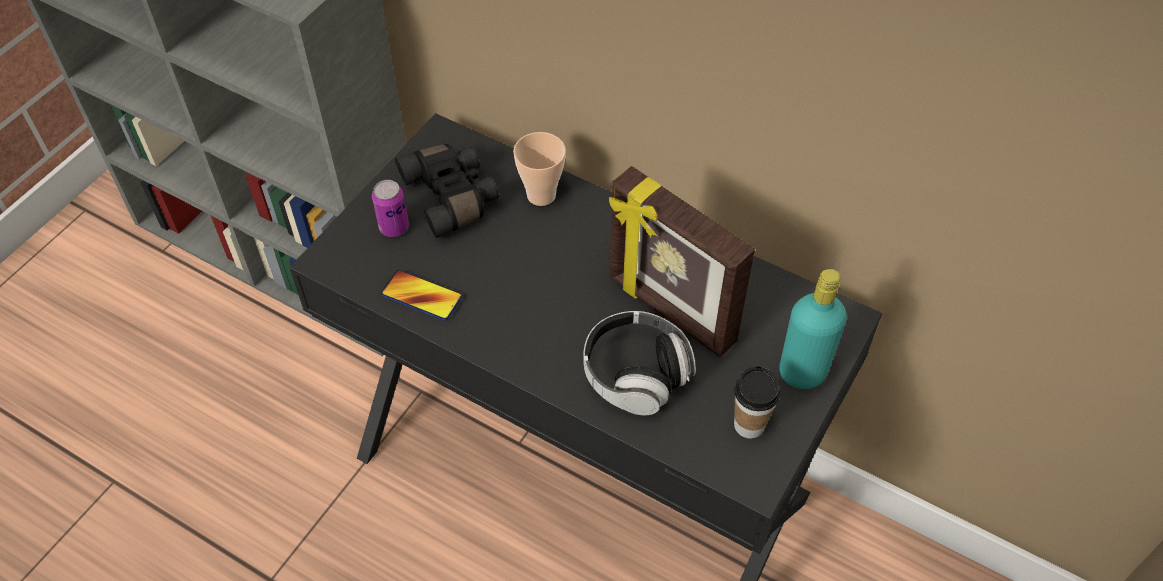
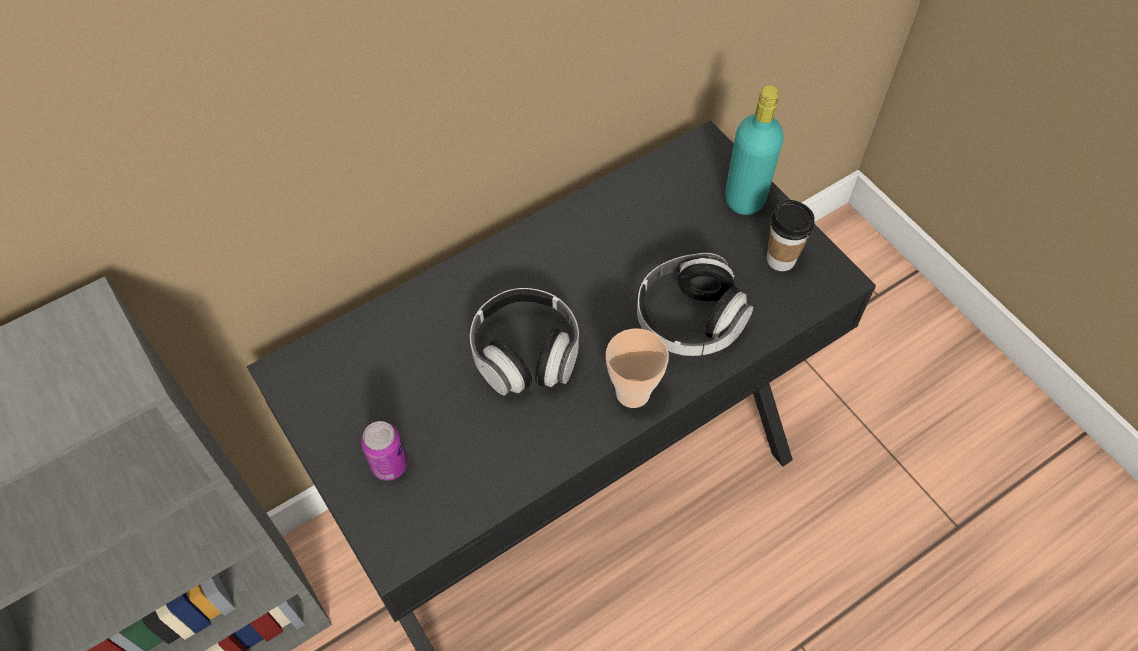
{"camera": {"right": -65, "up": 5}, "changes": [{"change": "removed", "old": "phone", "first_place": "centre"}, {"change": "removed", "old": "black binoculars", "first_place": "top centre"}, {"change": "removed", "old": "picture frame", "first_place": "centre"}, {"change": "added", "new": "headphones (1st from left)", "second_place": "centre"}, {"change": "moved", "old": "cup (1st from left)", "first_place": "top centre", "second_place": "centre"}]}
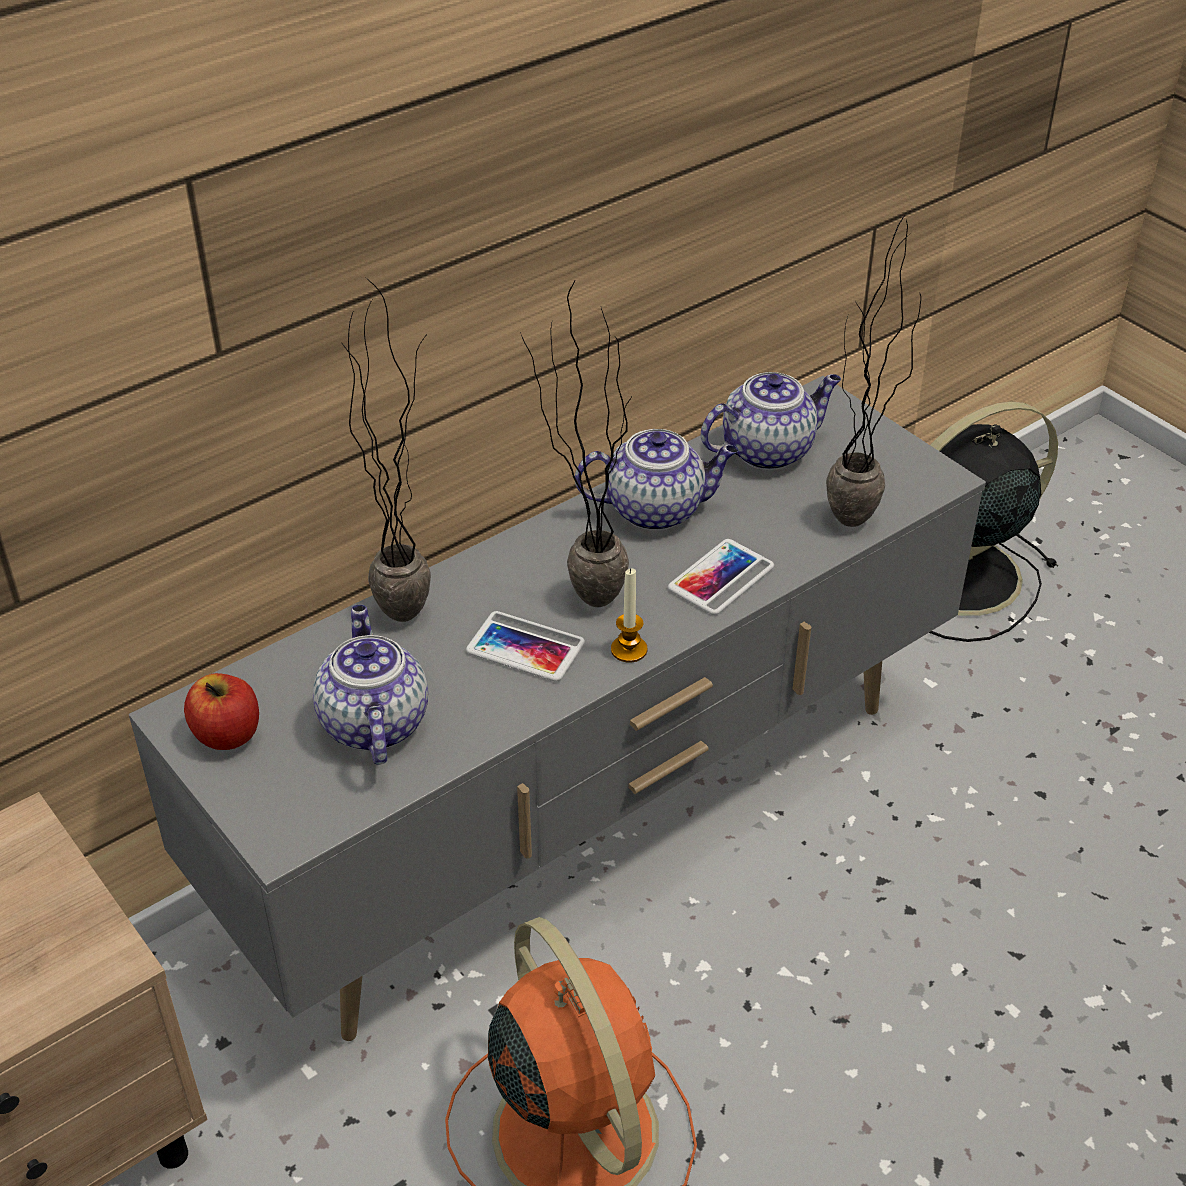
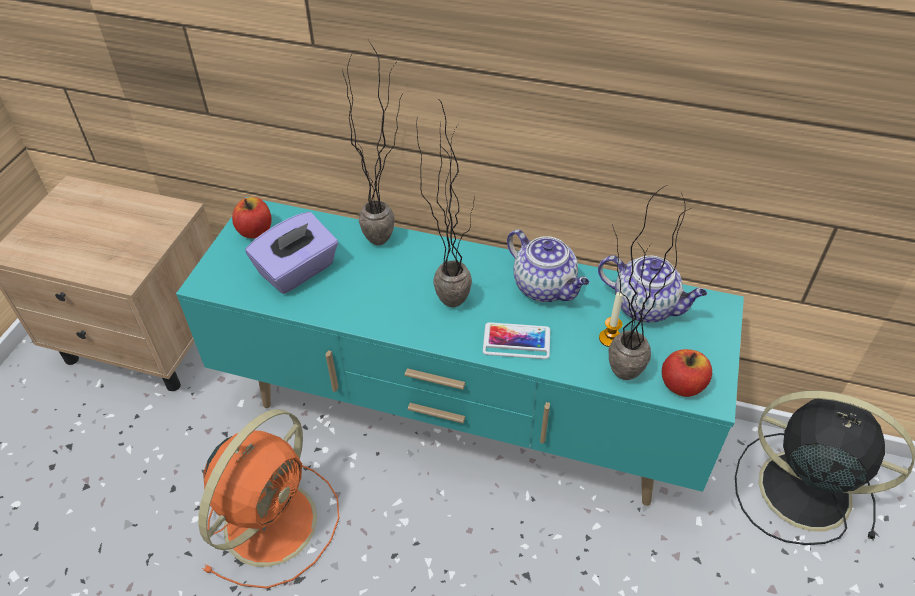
{"camera": {"right": 55, "up": 5}, "changes": [{"change": "removed", "old": "phone (1st from left)", "first_place": "centre"}, {"change": "added", "new": "apple (2nd from left)", "second_place": "middle right"}, {"change": "moved", "old": "candle", "first_place": "centre", "second_place": "middle right"}, {"change": "replaced", "old": "teapot (1st from left)", "new": "purple tissue box", "first_place": "middle left", "second_place": "middle left"}, {"change": "recoloured", "old": "grey tv stand", "new": "turquoise tv stand", "first_place": "centre", "second_place": "centre"}]}
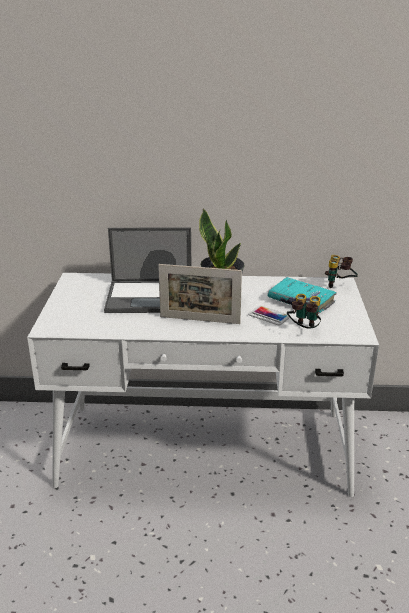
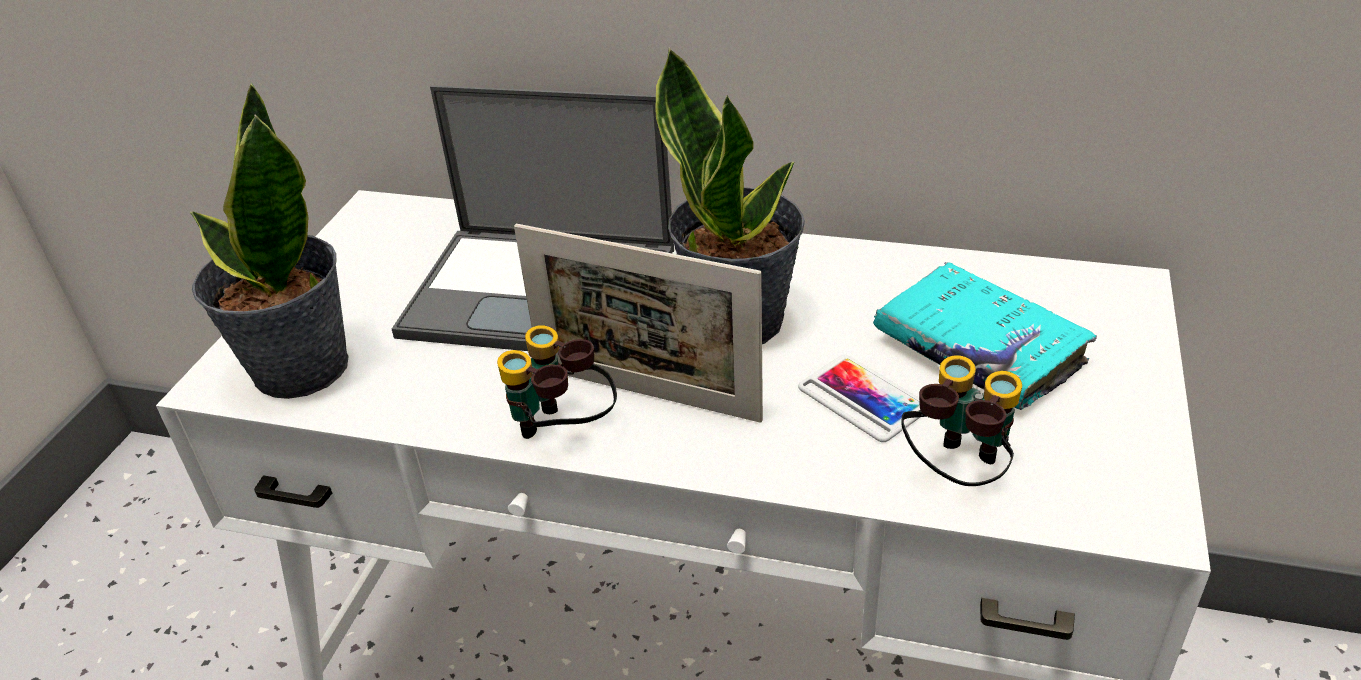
{"camera": {"right": 15, "up": 10}, "changes": [{"change": "added", "new": "potted plant (1st from left)", "second_place": "middle left"}, {"change": "moved", "old": "binoculars (2nd from left in the first image)", "new": "binoculars (1st from left)", "first_place": "middle right", "second_place": "centre"}]}
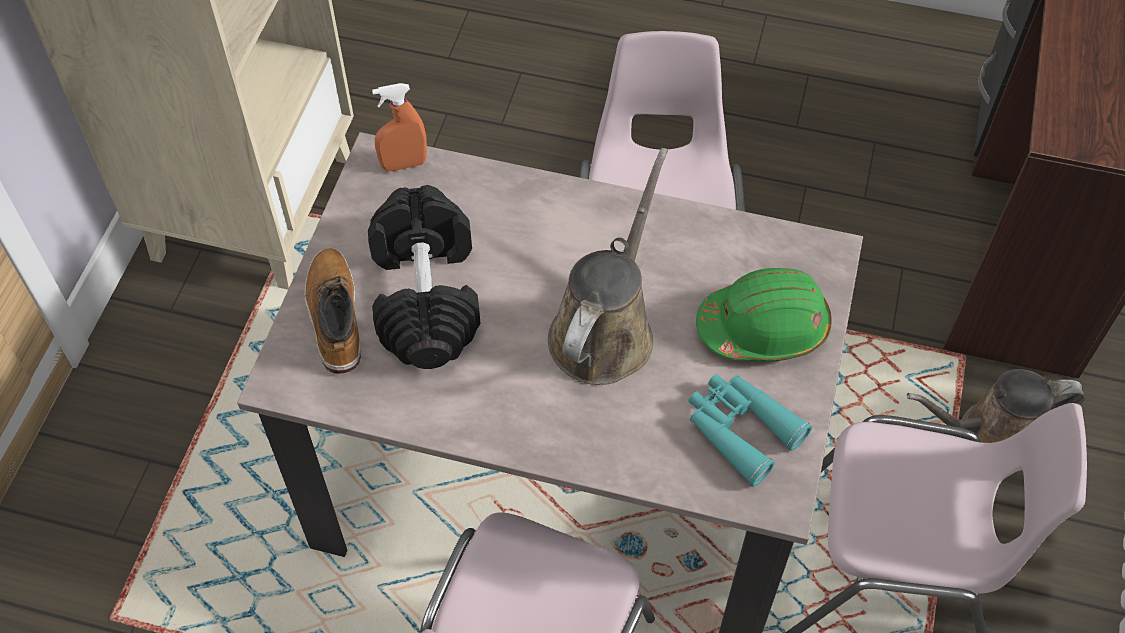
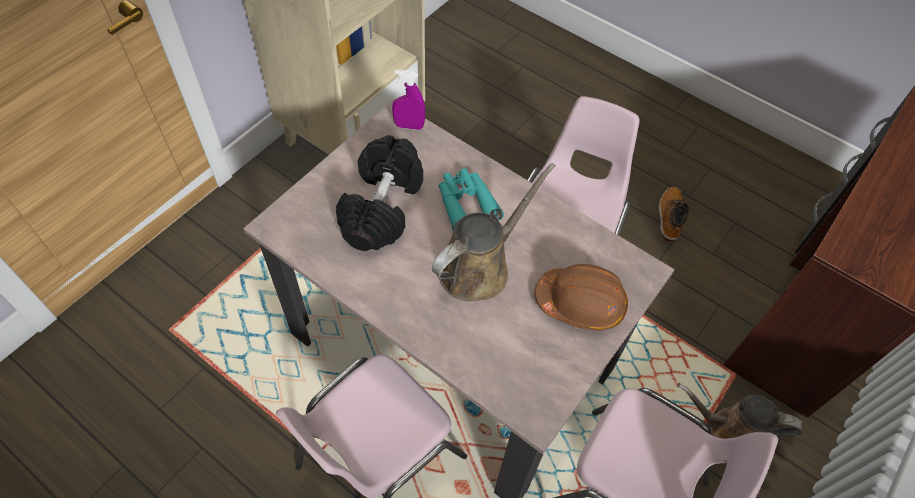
{"camera": {"right": 20, "up": 0}, "changes": [{"change": "moved", "old": "boot", "first_place": "middle left", "second_place": "middle right"}, {"change": "moved", "old": "turquoise binoculars", "first_place": "bottom right", "second_place": "centre"}, {"change": "recoloured", "old": "orange spray bottle", "new": "purple spray bottle", "first_place": "top centre", "second_place": "top centre"}, {"change": "recoloured", "old": "green hard hat", "new": "brown hard hat", "first_place": "middle right", "second_place": "centre"}]}
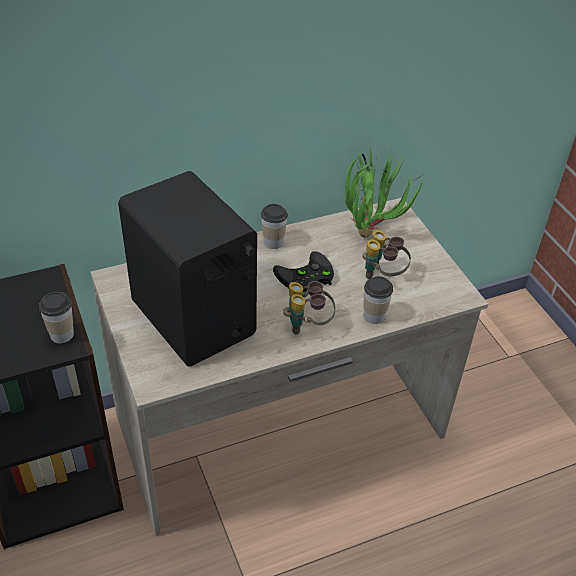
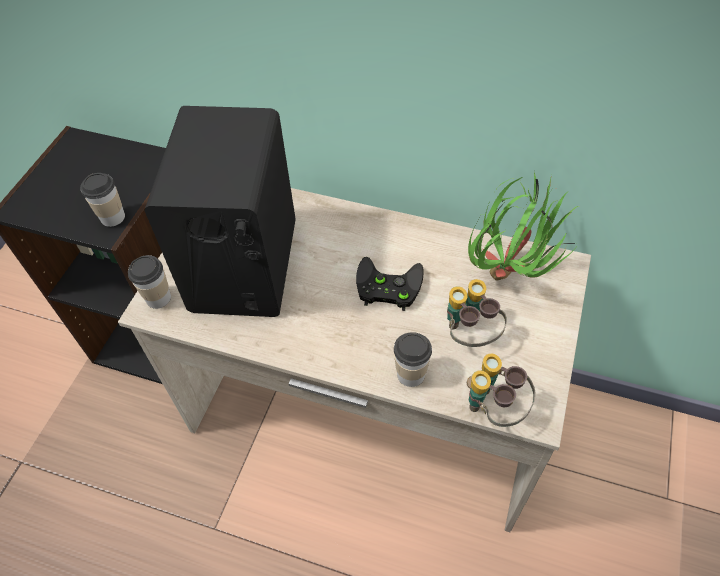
{"camera": {"right": 45, "up": 10}, "changes": [{"change": "moved", "old": "cup (2nd from left)", "first_place": "centre", "second_place": "middle left"}, {"change": "moved", "old": "binoculars (1st from left in the first image)", "new": "binoculars (2nd from left)", "first_place": "centre", "second_place": "bottom right"}]}
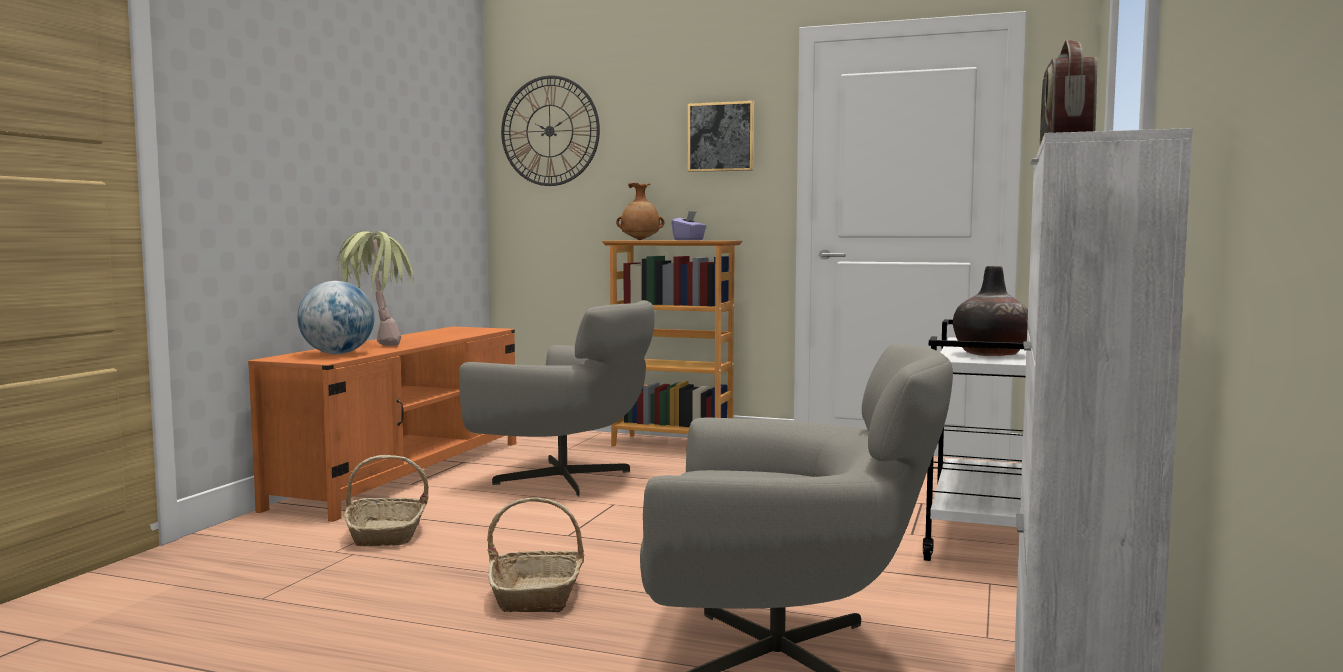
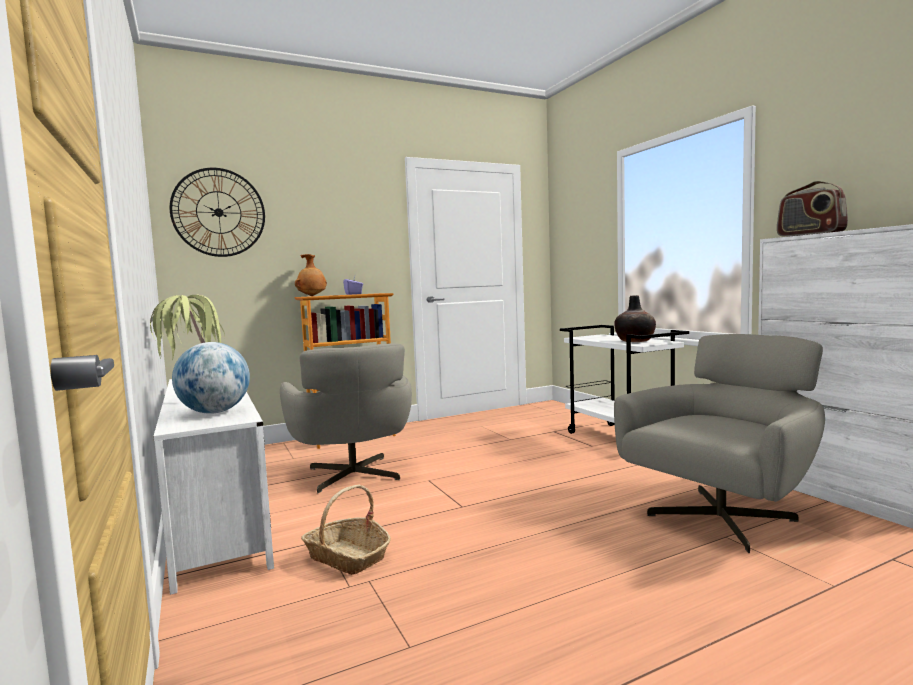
{"camera": {"right": -45, "up": 0}, "changes": [{"change": "removed", "old": "basket (2nd from left)", "first_place": "bottom centre"}, {"change": "removed", "old": "picture", "first_place": "top centre"}, {"change": "recoloured", "old": "orange tv stand", "new": "white tv stand", "first_place": "middle left", "second_place": "bottom left"}, {"change": "turned", "old": "grey armchair (1st from left)", "first_place": "centre", "second_place": "centre", "degrees": 90}]}
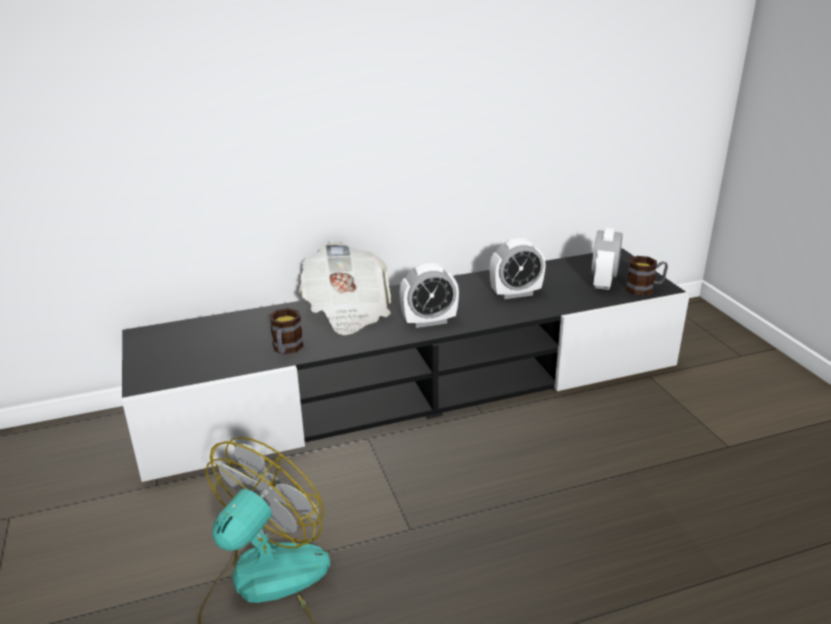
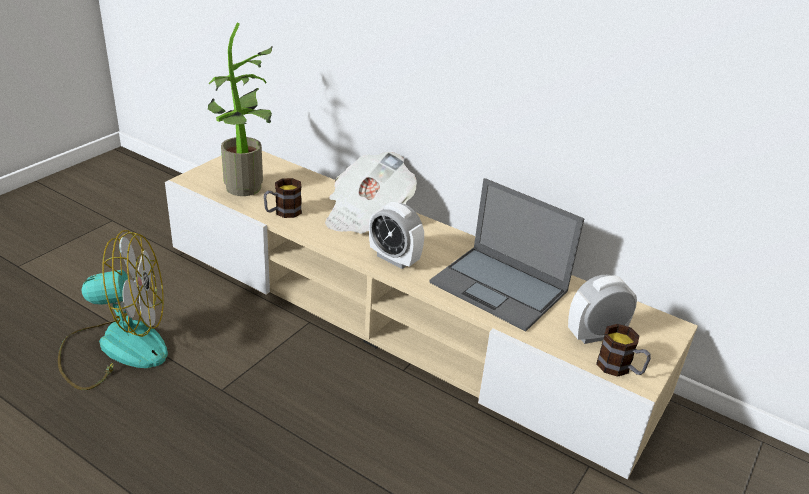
{"camera": {"right": 50, "up": 5}, "changes": [{"change": "added", "new": "potted plant", "second_place": "top left"}, {"change": "replaced", "old": "alarm clock (2nd from left)", "new": "laptop", "first_place": "centre", "second_place": "centre"}, {"change": "recoloured", "old": "black tv stand", "new": "beige tv stand", "first_place": "centre", "second_place": "centre"}]}
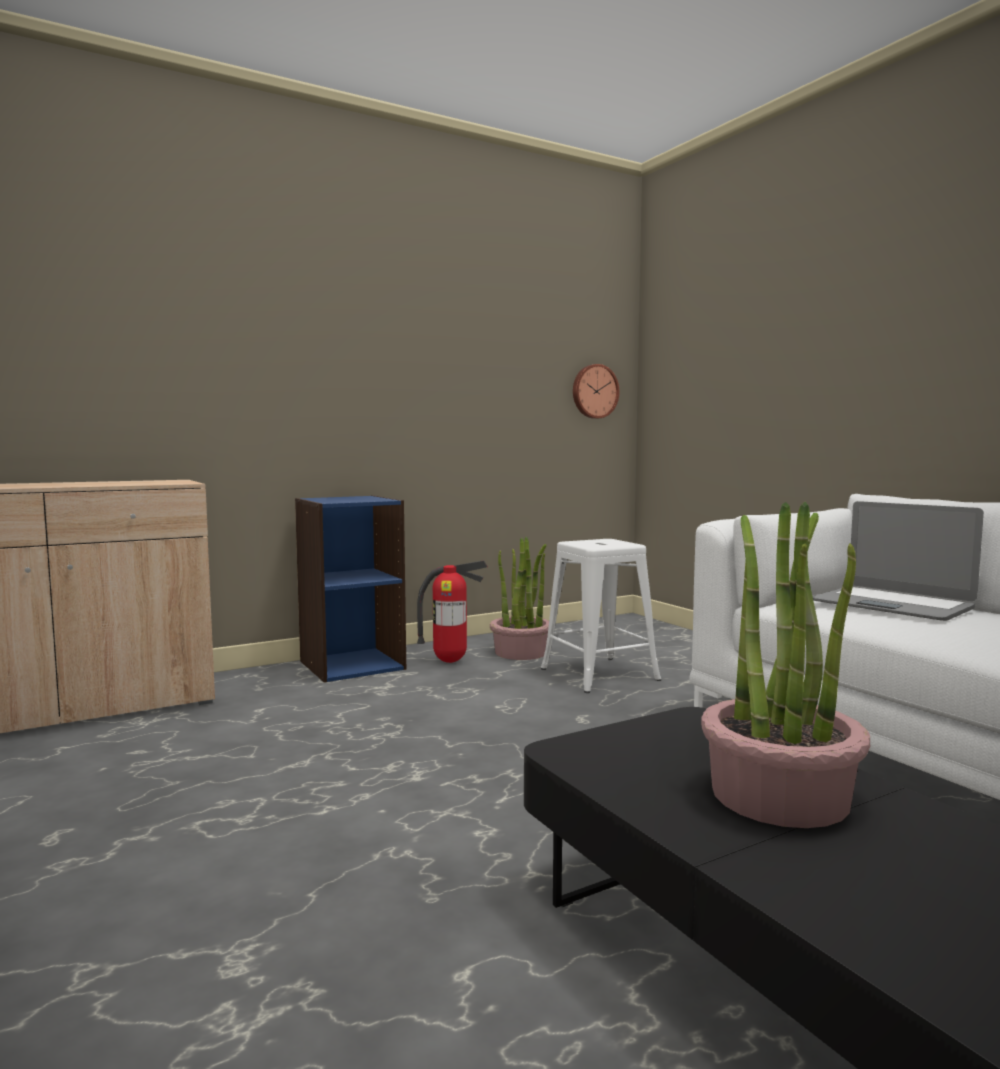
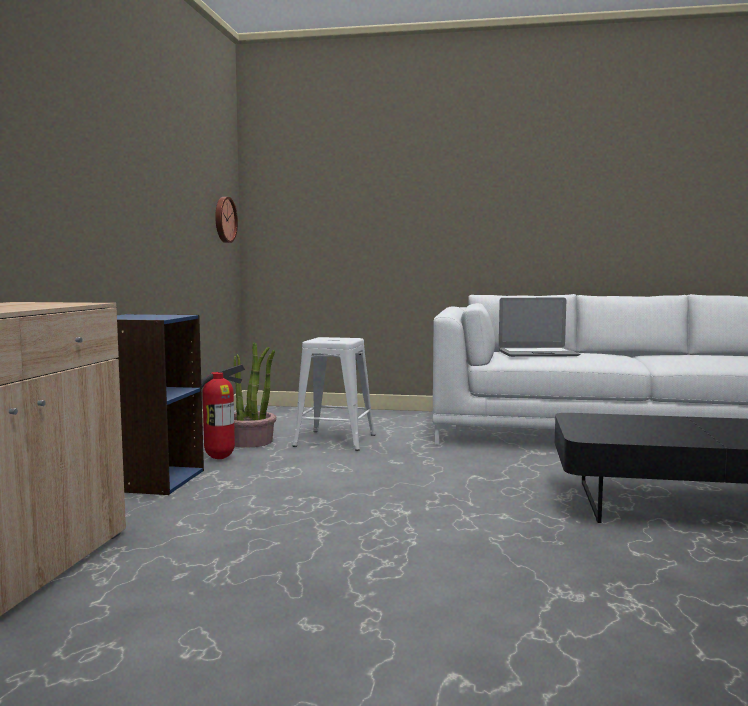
{"camera": {"right": -50, "up": 0}, "changes": [{"change": "removed", "old": "potted plant (2nd from left)", "first_place": "middle right"}]}
